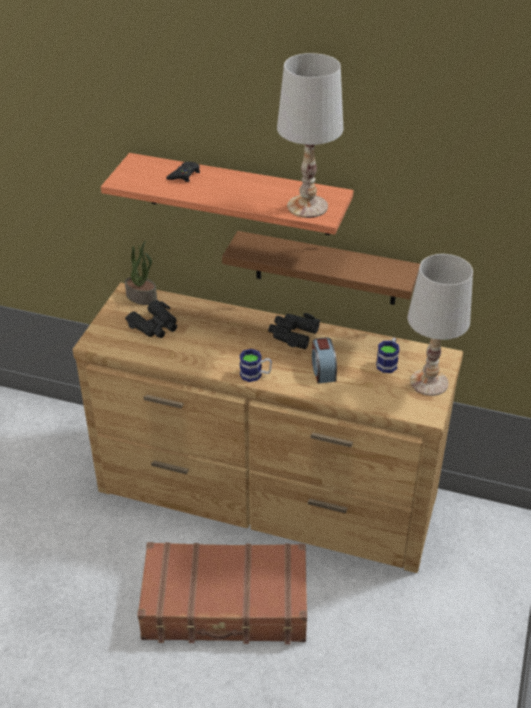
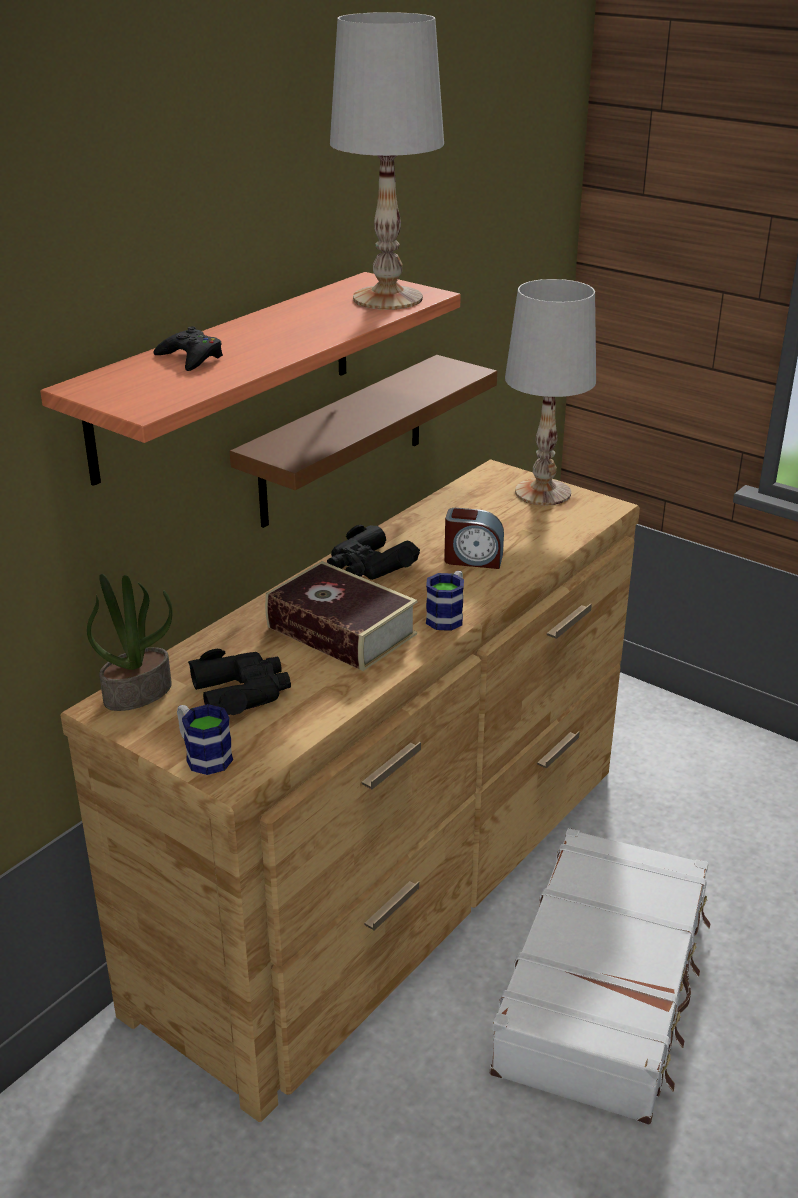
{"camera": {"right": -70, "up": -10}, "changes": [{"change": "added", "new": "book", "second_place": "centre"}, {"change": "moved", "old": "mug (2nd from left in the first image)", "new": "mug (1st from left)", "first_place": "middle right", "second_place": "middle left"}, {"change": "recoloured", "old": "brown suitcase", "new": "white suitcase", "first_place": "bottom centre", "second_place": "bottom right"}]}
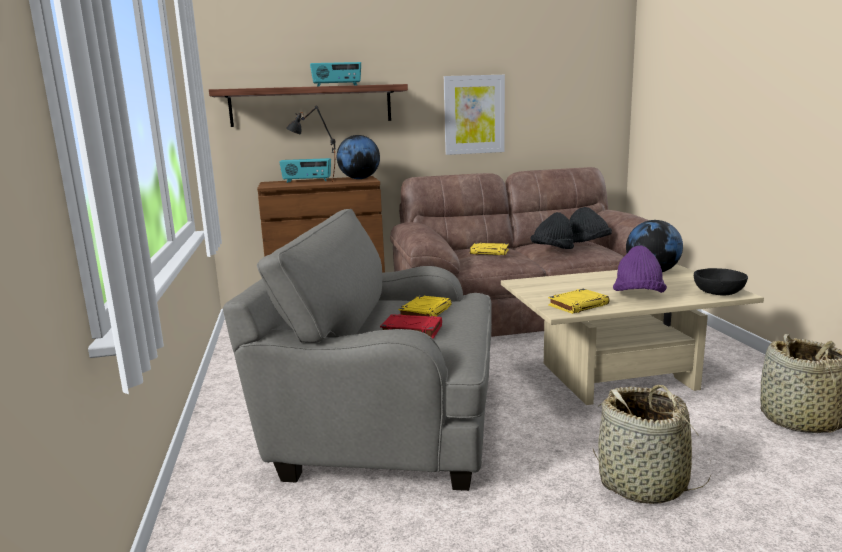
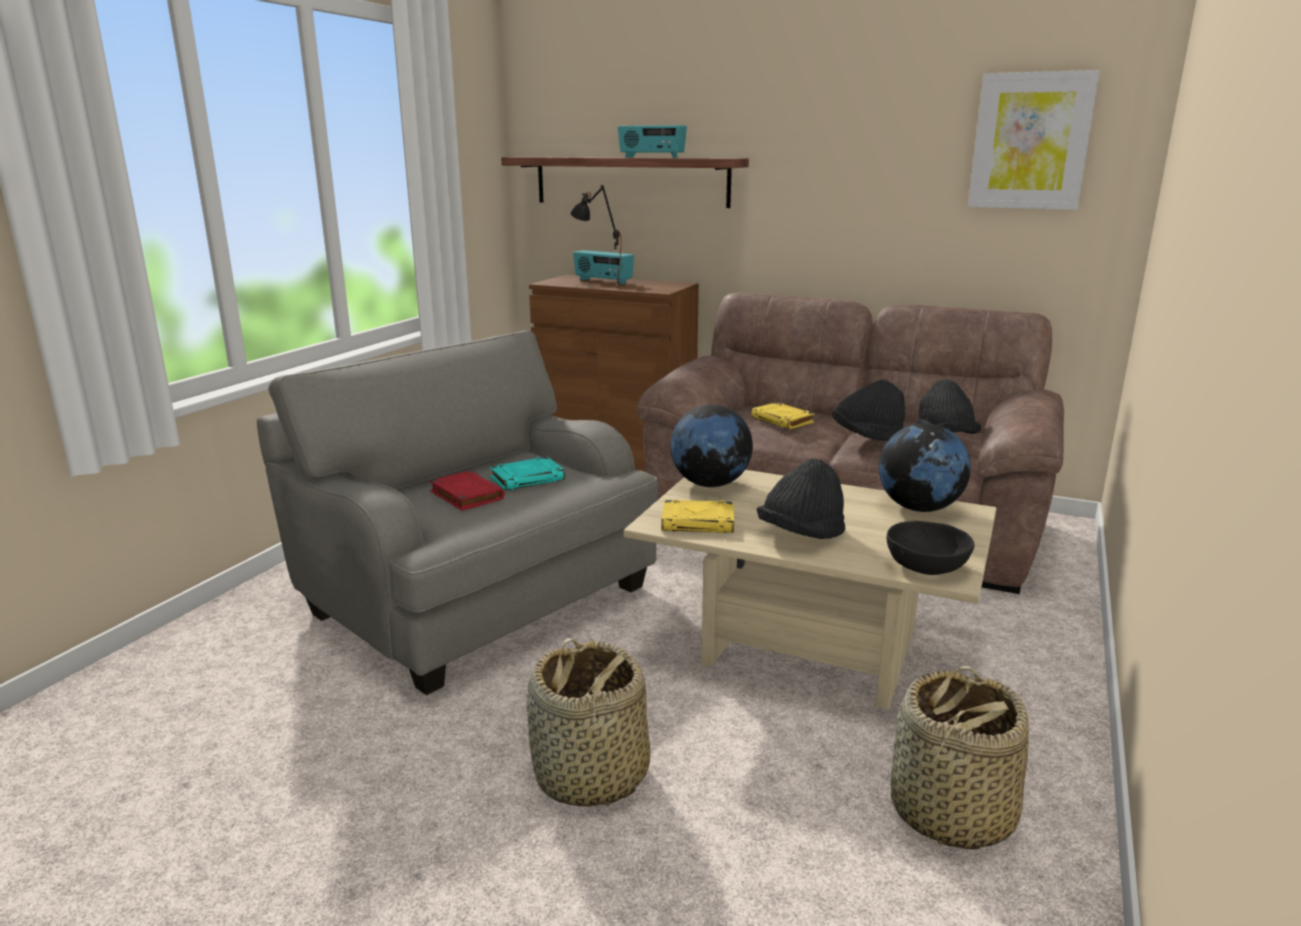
{"camera": {"right": 35, "up": 5}, "changes": [{"change": "moved", "old": "globe (1st from left)", "first_place": "top centre", "second_place": "centre"}, {"change": "moved", "old": "picture", "first_place": "top centre", "second_place": "top right"}, {"change": "recoloured", "old": "yellow book (1st from left)", "new": "turquoise book", "first_place": "centre", "second_place": "centre"}, {"change": "recoloured", "old": "purple hat", "new": "black hat (1st from left)", "first_place": "middle right", "second_place": "centre"}]}
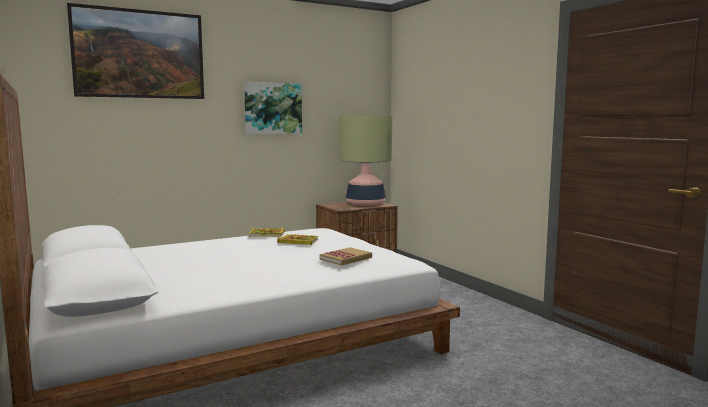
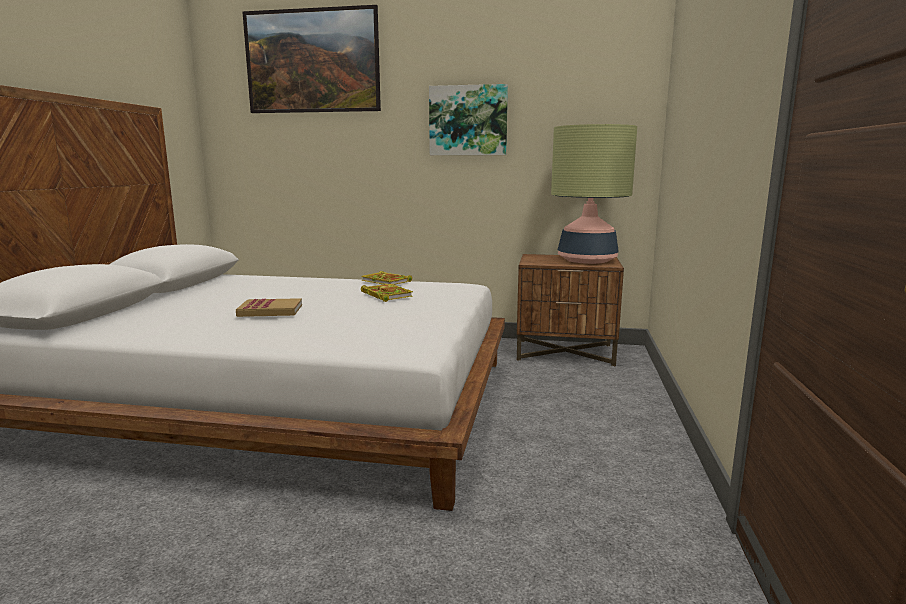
{"camera": {"right": 40, "up": 5}, "changes": [{"change": "moved", "old": "book (3rd from left in the first image)", "new": "book (1st from left)", "first_place": "centre", "second_place": "middle left"}]}
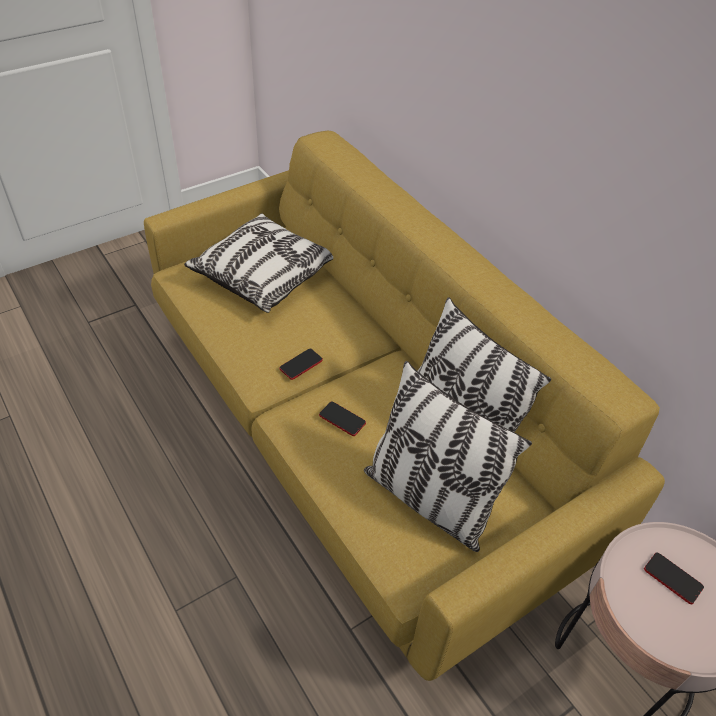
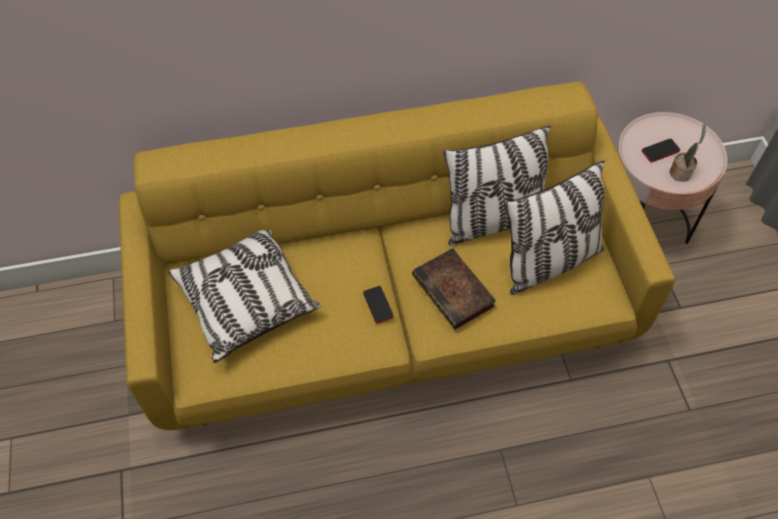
{"camera": {"right": -65, "up": 10}, "changes": [{"change": "added", "new": "potted plant", "second_place": "top right"}, {"change": "replaced", "old": "phone (2nd from left)", "new": "book", "first_place": "centre", "second_place": "centre"}]}
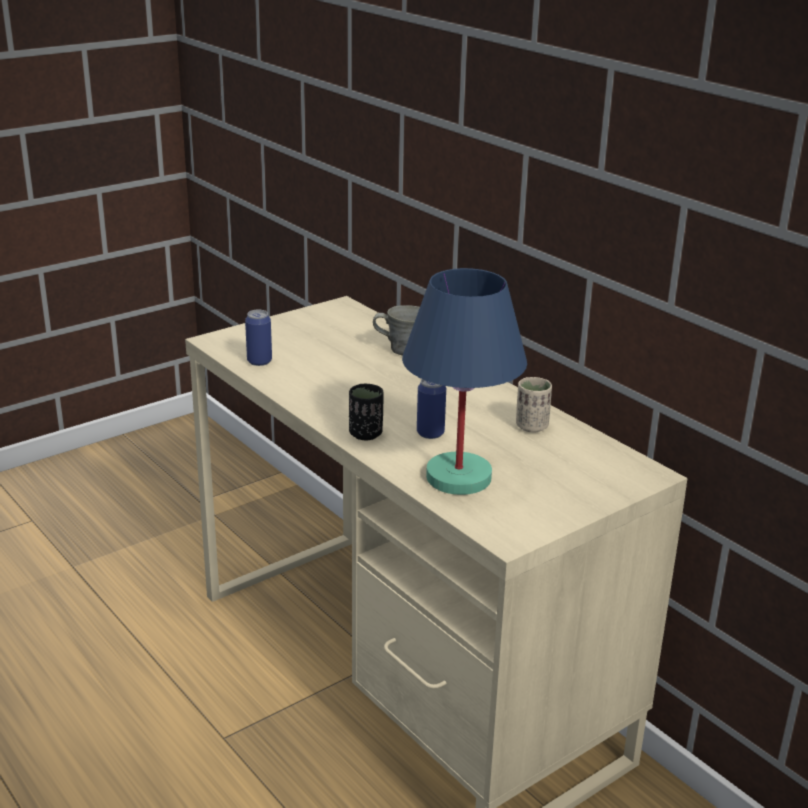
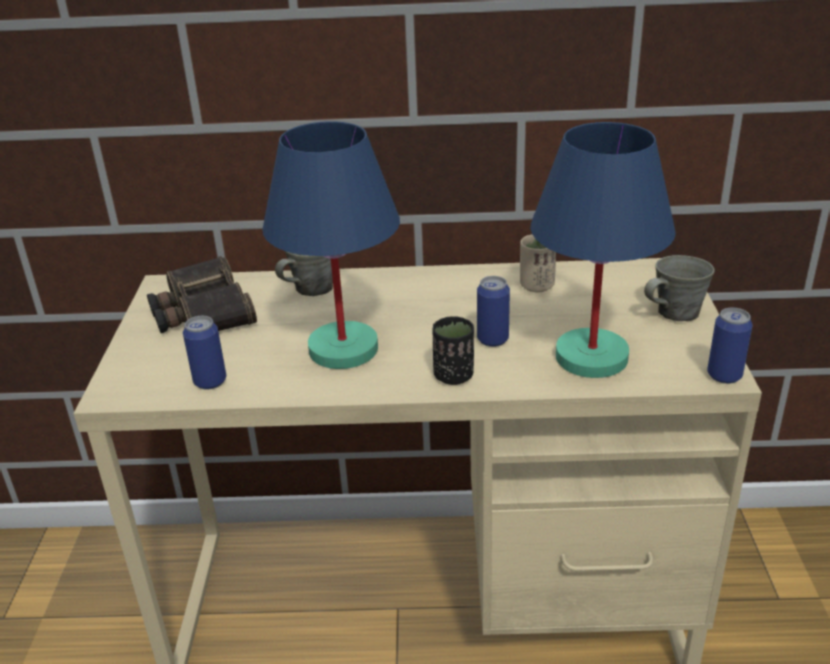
{"camera": {"right": -50, "up": 5}, "changes": [{"change": "added", "new": "binoculars", "second_place": "middle left"}, {"change": "added", "new": "blue table lamp (1st from left)", "second_place": "centre"}, {"change": "added", "new": "grey mug (2nd from left)", "second_place": "middle right"}, {"change": "added", "new": "can (3rd from left)", "second_place": "middle right"}]}
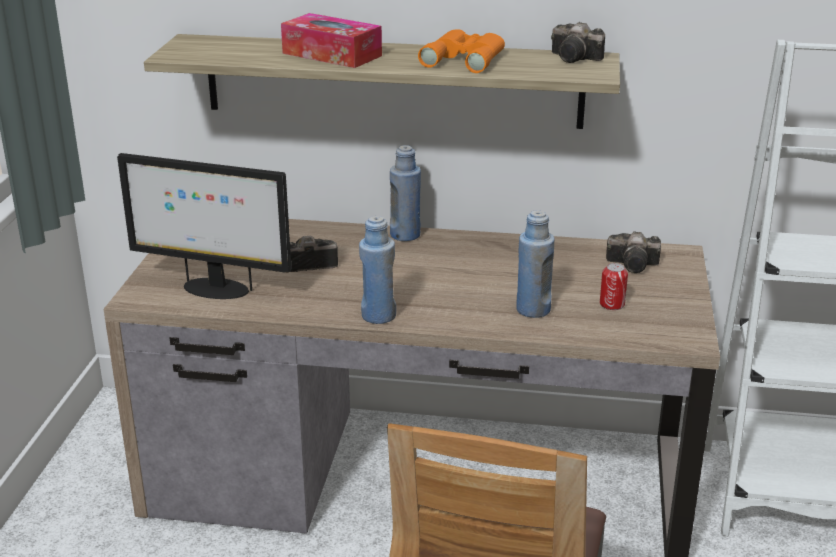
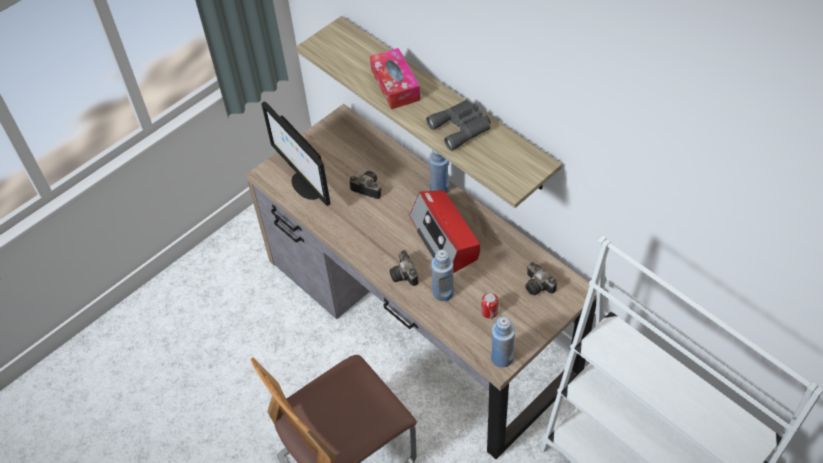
{"camera": {"right": 40, "up": 25}, "changes": [{"change": "added", "new": "radio", "second_place": "centre"}, {"change": "moved", "old": "blue bottle (1st from left in the first image)", "new": "blue bottle (3rd from left)", "first_place": "centre", "second_place": "bottom centre"}, {"change": "moved", "old": "photo camera (2nd from left)", "first_place": "top right", "second_place": "centre"}, {"change": "recoloured", "old": "orange binoculars", "new": "grey binoculars", "first_place": "top centre", "second_place": "top centre"}]}
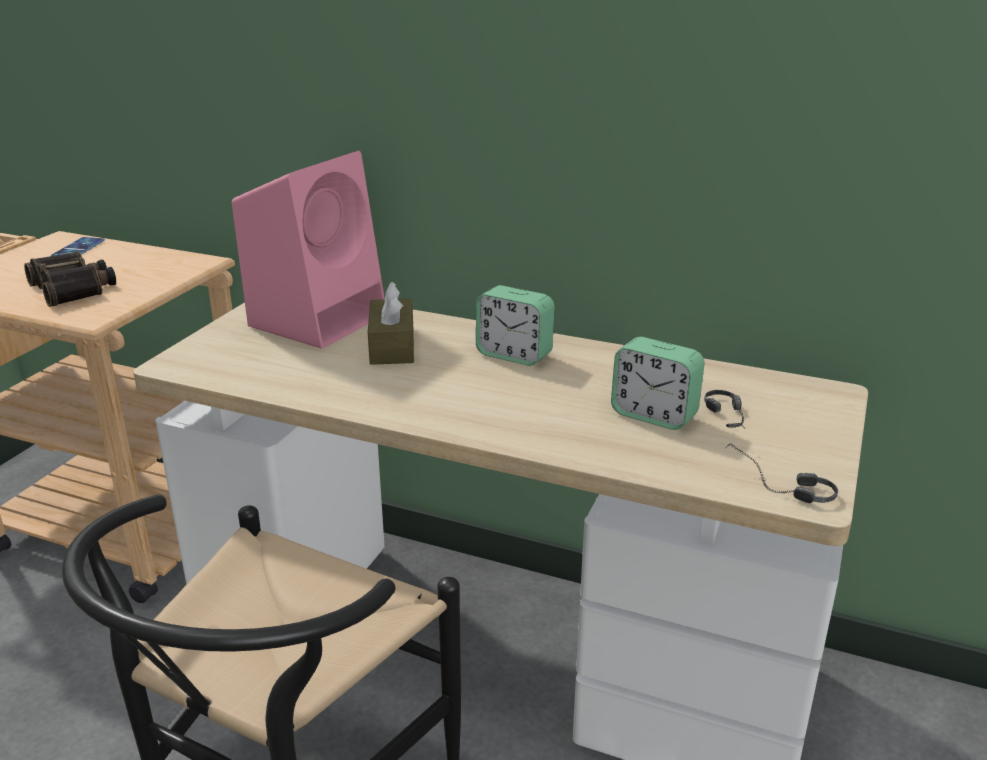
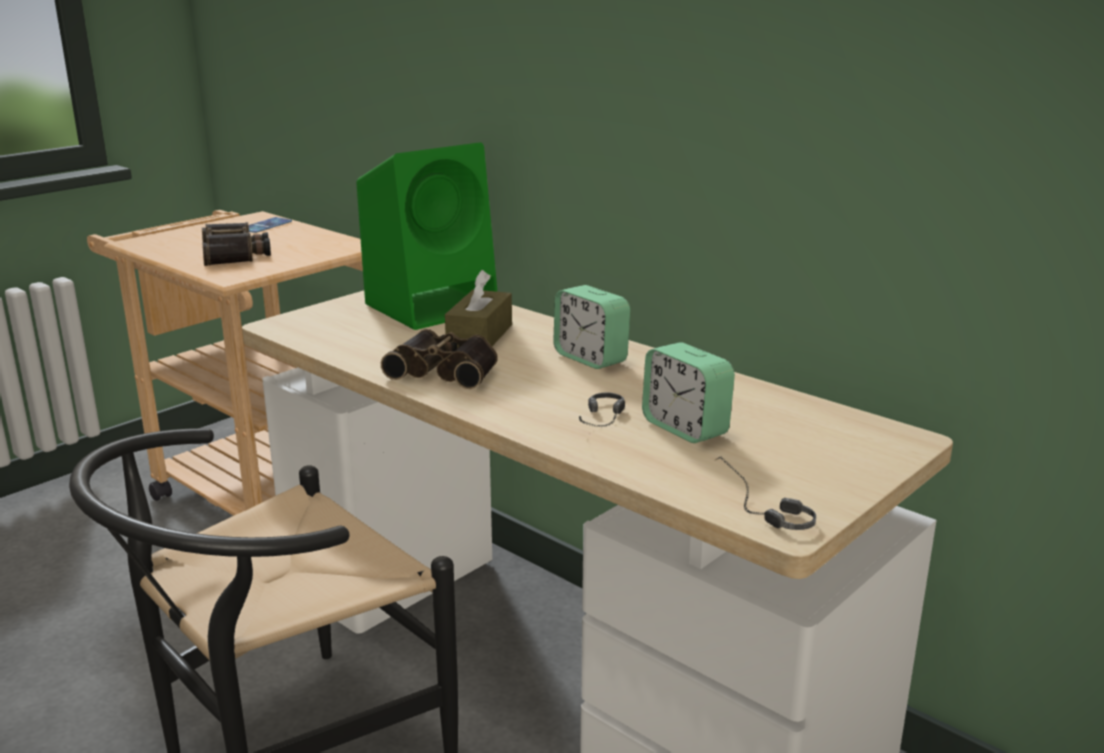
{"camera": {"right": 20, "up": -5}, "changes": [{"change": "added", "new": "binoculars (2nd from left)", "second_place": "centre"}, {"change": "moved", "old": "headphones (1st from left)", "first_place": "middle right", "second_place": "centre"}, {"change": "recoloured", "old": "pink speaker", "new": "green speaker", "first_place": "top left", "second_place": "top centre"}]}
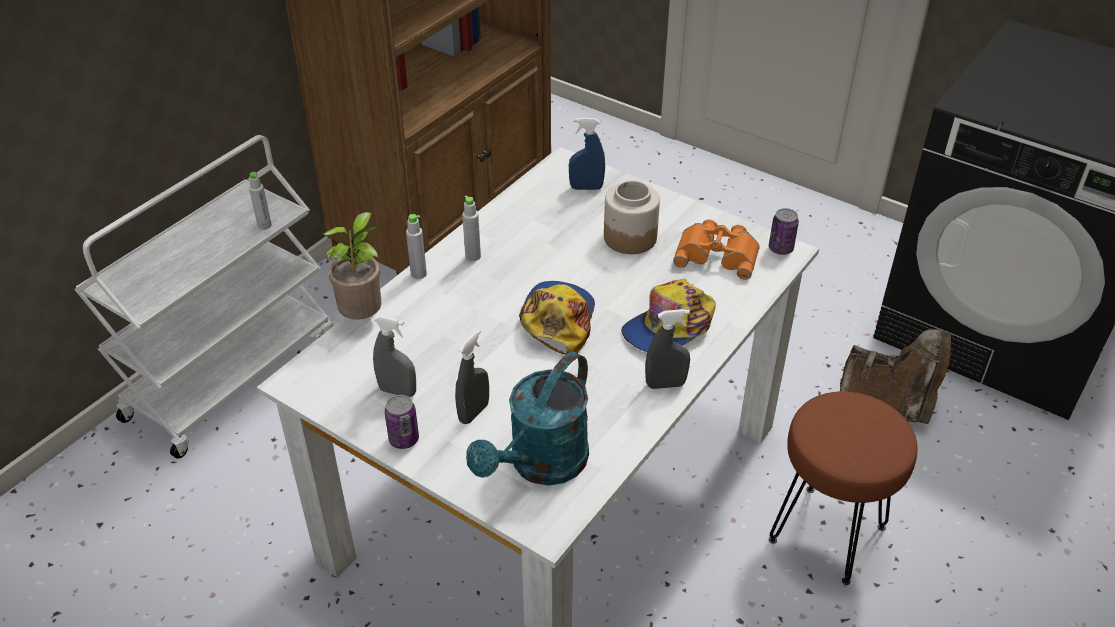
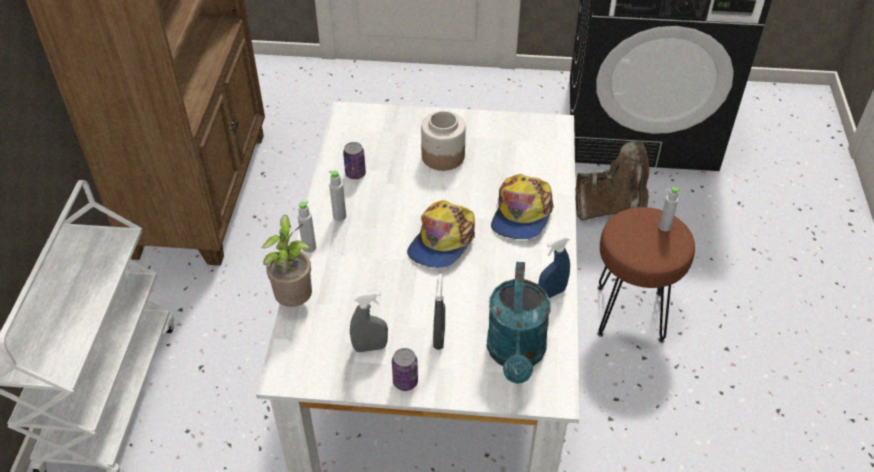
{"camera": {"right": -30, "up": 5}, "changes": [{"change": "removed", "old": "grey spray bottle (3rd from left)", "first_place": "centre"}, {"change": "removed", "old": "orange binoculars", "first_place": "centre"}, {"change": "moved", "old": "grey bottle (1st from left in the first image)", "new": "grey bottle (3rd from left)", "first_place": "top left", "second_place": "middle right"}, {"change": "moved", "old": "blue spray bottle", "first_place": "top centre", "second_place": "centre"}, {"change": "moved", "old": "can (2nd from left in the first image)", "new": "can (1st from left)", "first_place": "middle right", "second_place": "centre"}, {"change": "turned", "old": "cap (1st from left)", "first_place": "centre", "second_place": "centre", "degrees": -135}]}
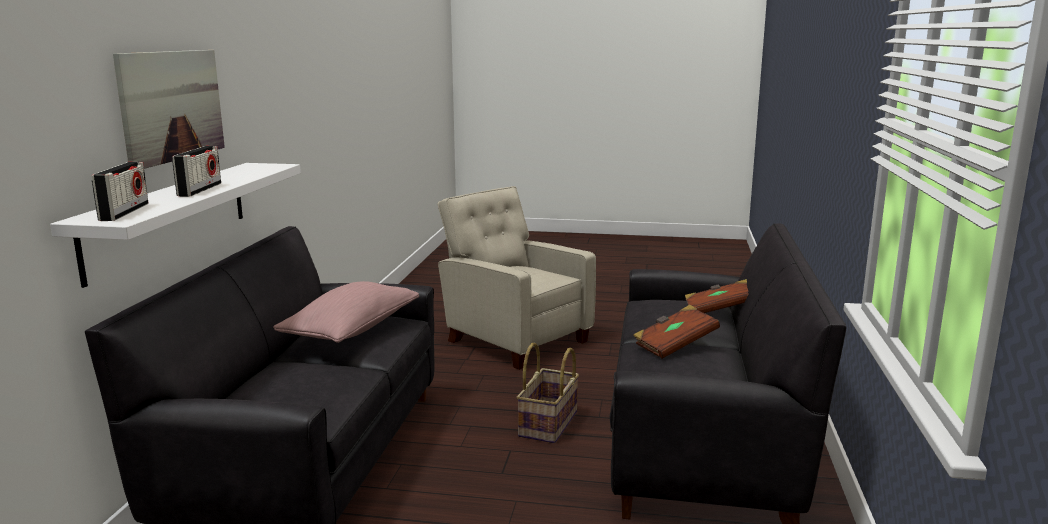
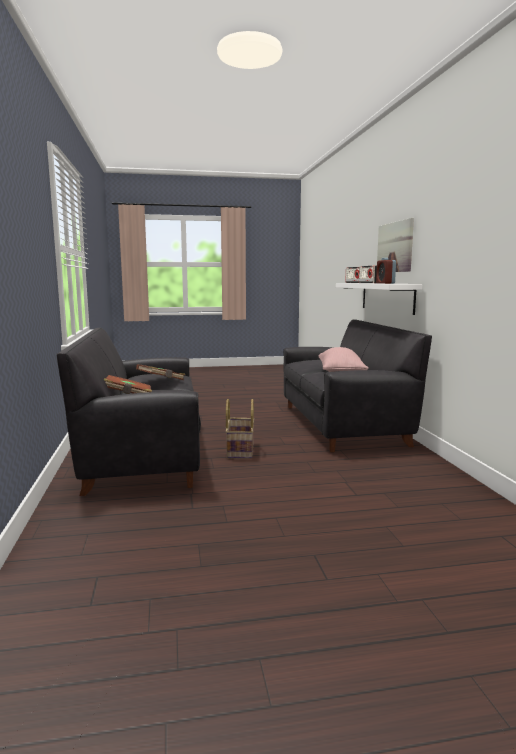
{"camera": {"right": 160, "up": -5}, "changes": [{"change": "removed", "old": "beige armchair", "first_place": "centre"}, {"change": "added", "new": "alarm clock", "second_place": "middle right"}]}
